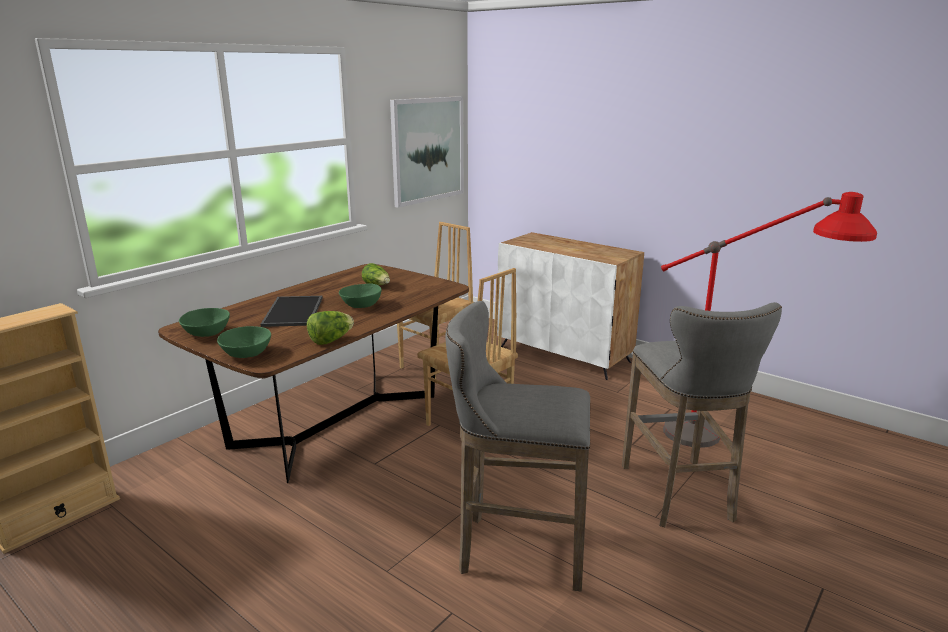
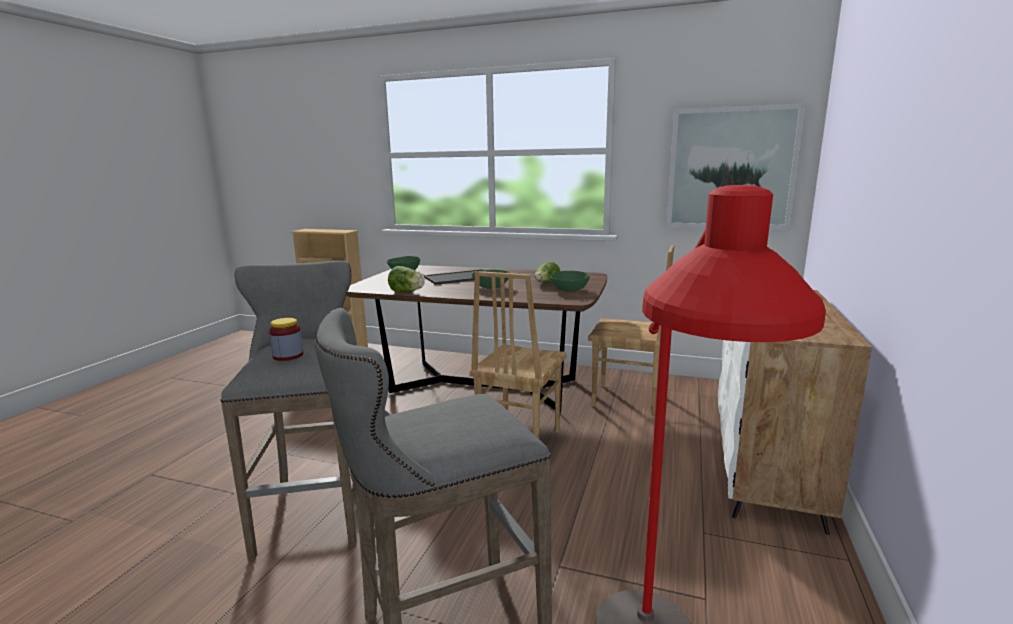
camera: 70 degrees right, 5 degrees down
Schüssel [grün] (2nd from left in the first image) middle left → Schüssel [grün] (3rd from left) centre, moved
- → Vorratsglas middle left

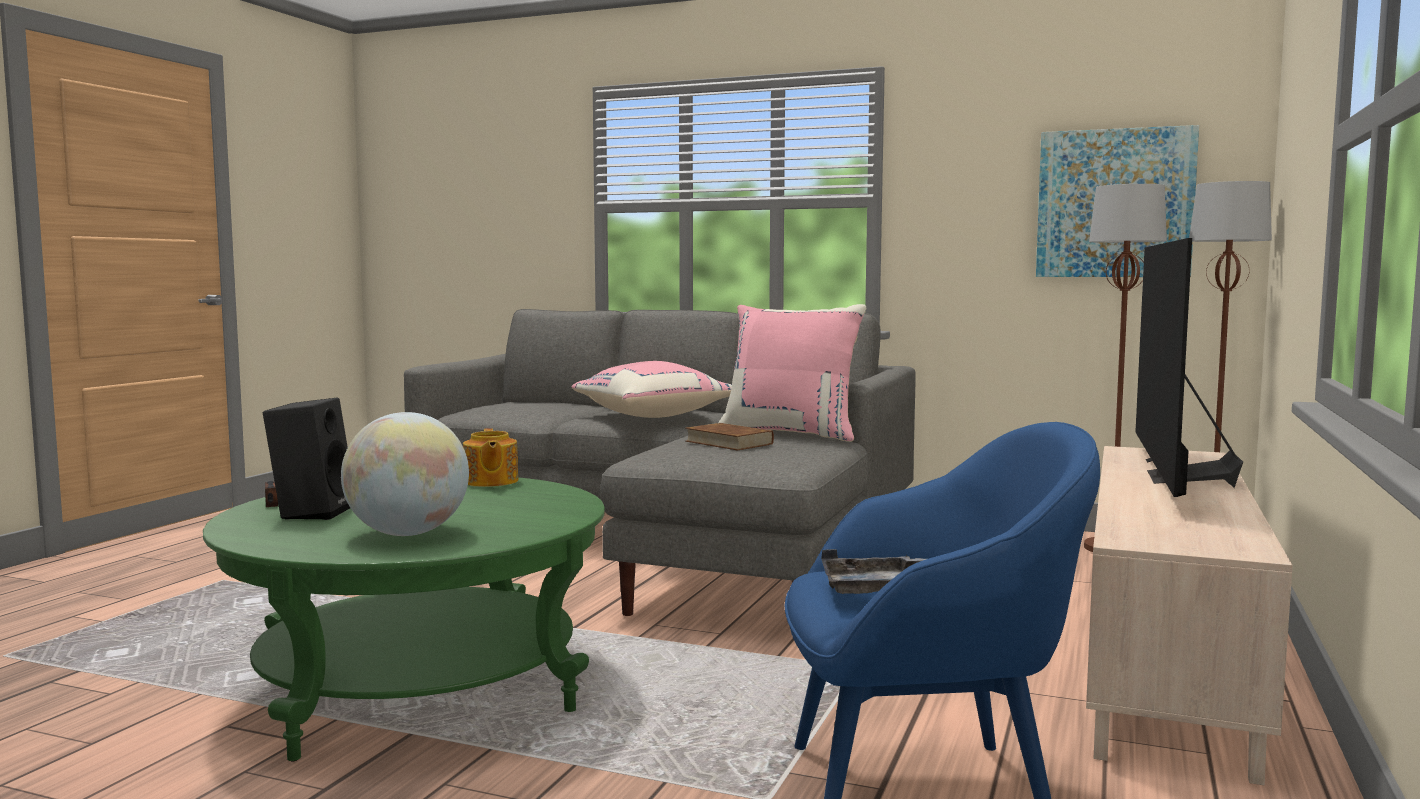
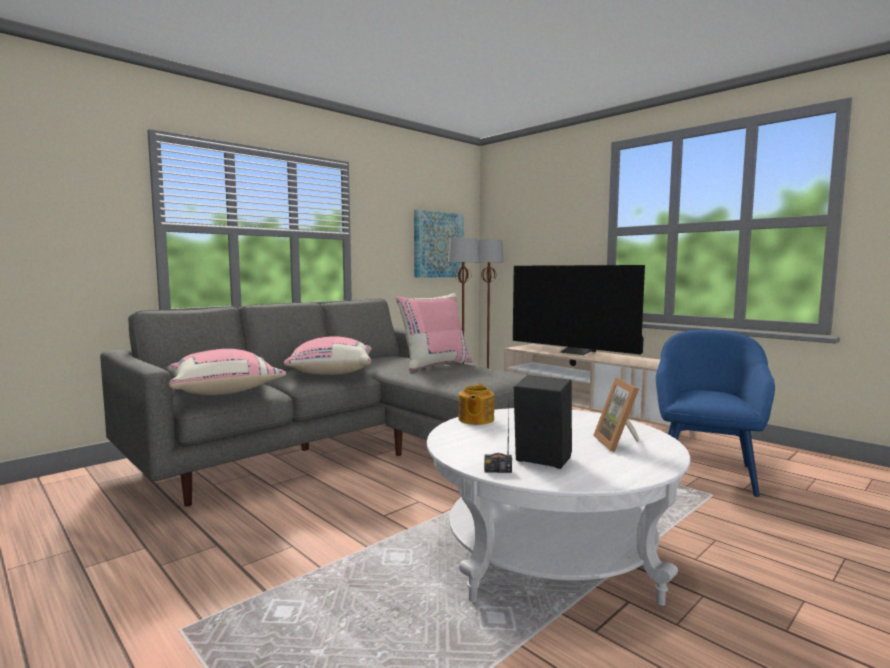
camera: 65 degrees left, 0 degrees up
Globus middle left → Bilderrahmen middle right
Buch [braun] centre → -
Teekanne centre, 90 degrees clockwise
Couchtisch [grün] bottom left → Couchtisch [weiß] bottom centre
Tablett [grau] bottom centre → -
- → Kissen [rosa] (1st from left) middle left

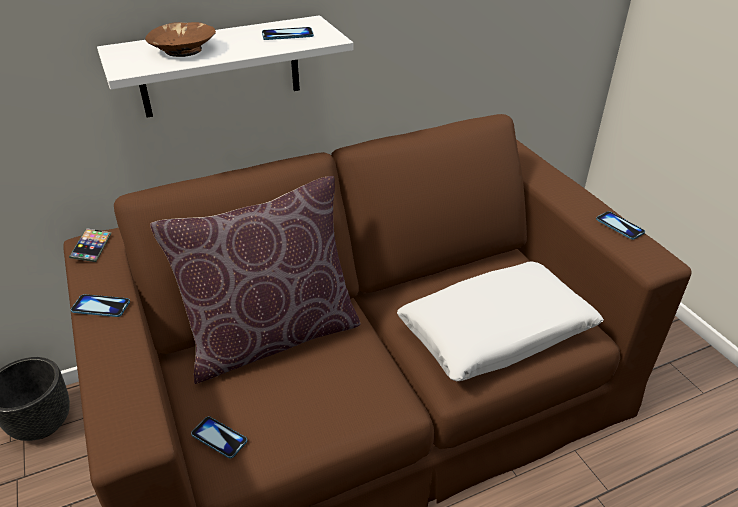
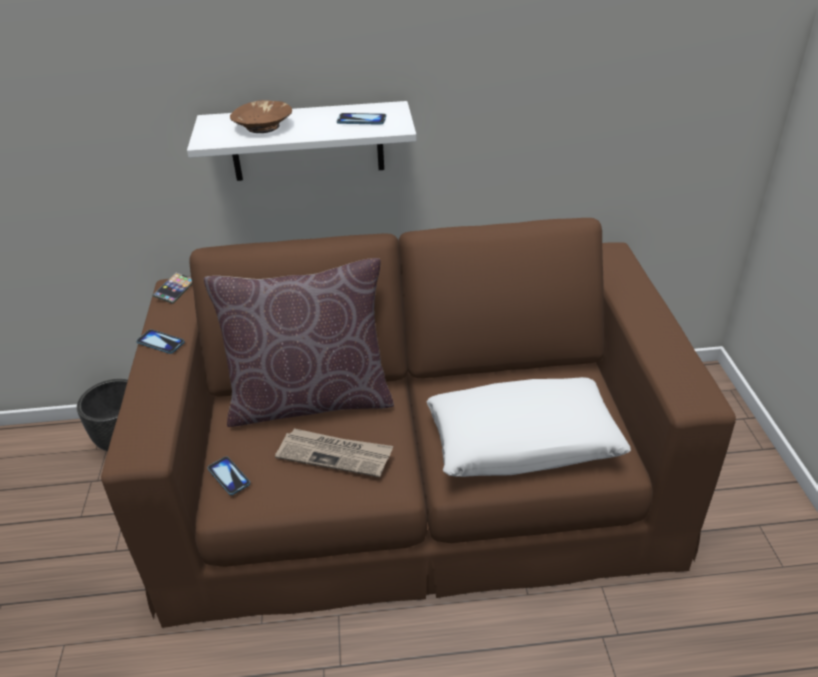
camera: 20 degrees right, 0 degrees up
Handy (5th from left) middle right → -
- → Zeitung bottom centre

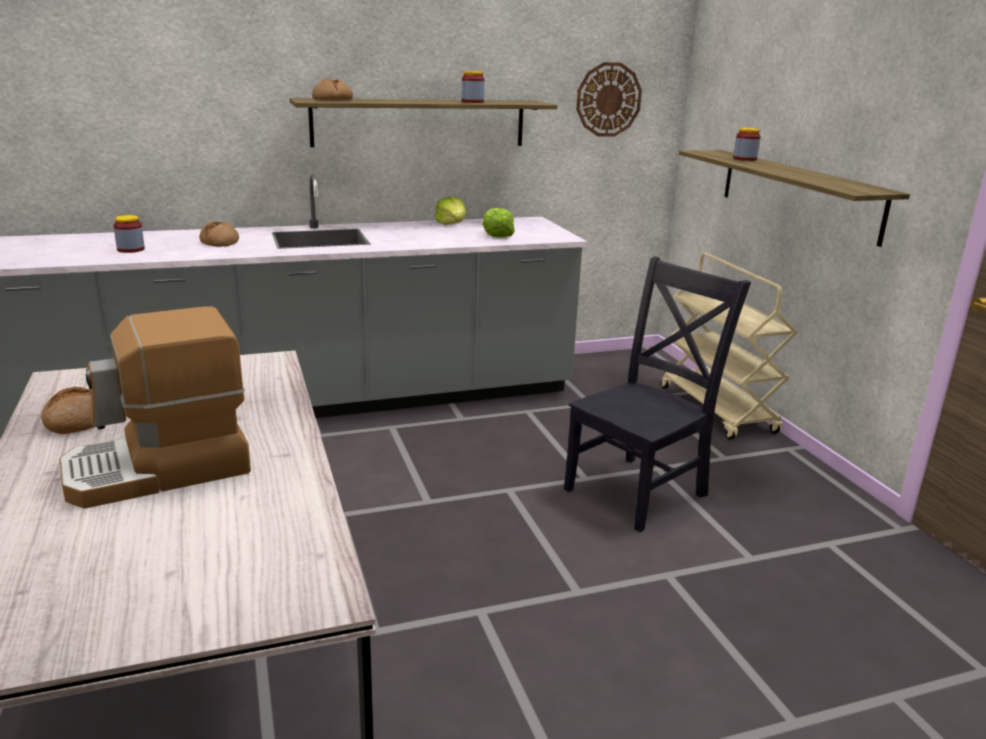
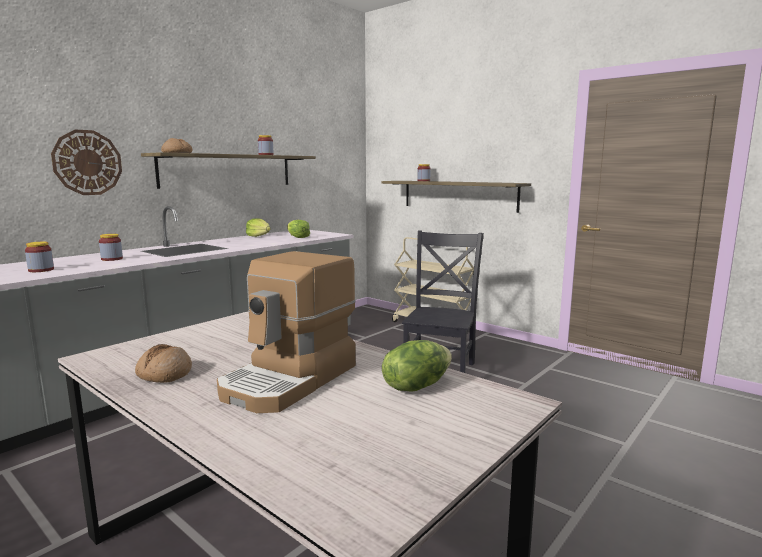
camera: 30 degrees left, 10 degrees down
Wanduhr top centre → Wanduhr top left, moved
Brot (2nd from left) top left → Vorratsglas (2nd from left) middle left
- → Salatkopf (3rd from left) centre

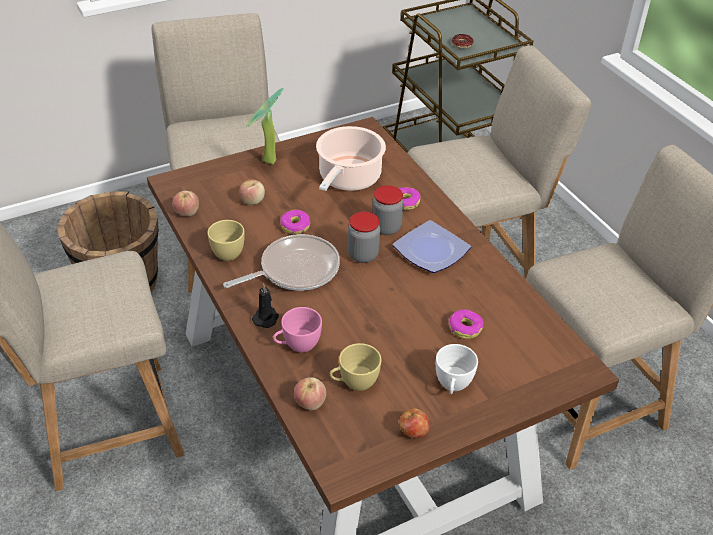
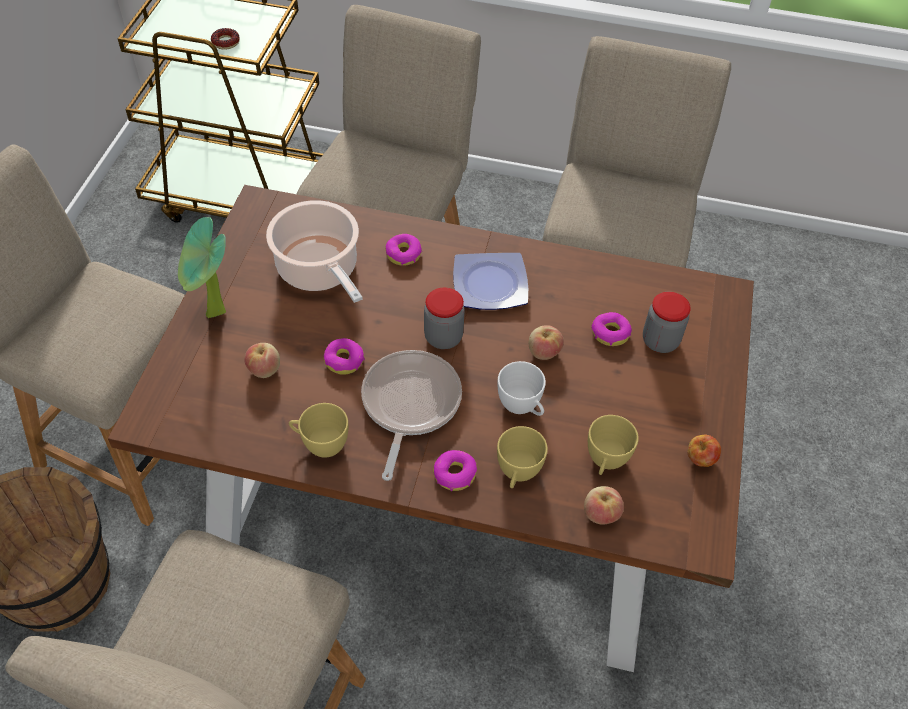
camera: 50 degrees left, 10 degrees up
Vorratsglas (2nd from left) centre → Vorratsglas (2nd from left) middle right, moved
Apfel (1st from left in the first image) middle left → Apfel (2nd from left) centre, moved
Kerze [schwarz] centre → Donut (4th from left) centre
Tasse [rosa] centre → Tasse [gelb] (2nd from left) centre
Tasse [weiß] bottom centre → Tasse [weiß] centre, moved

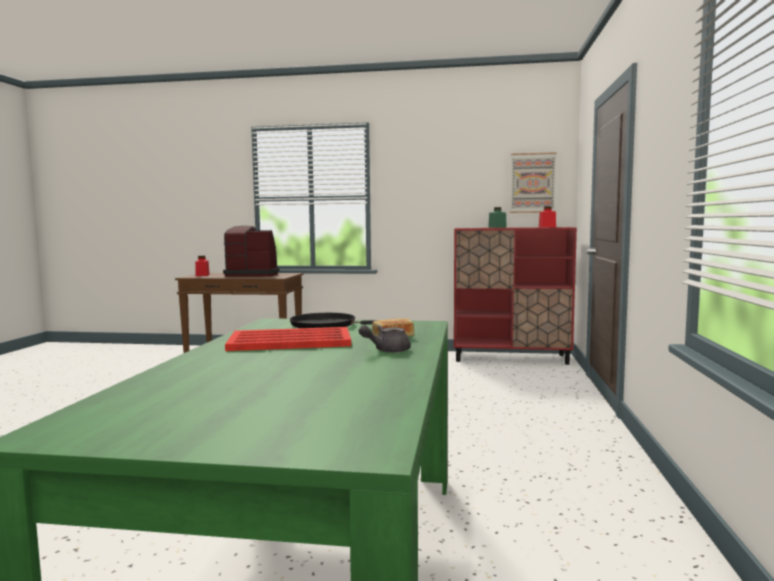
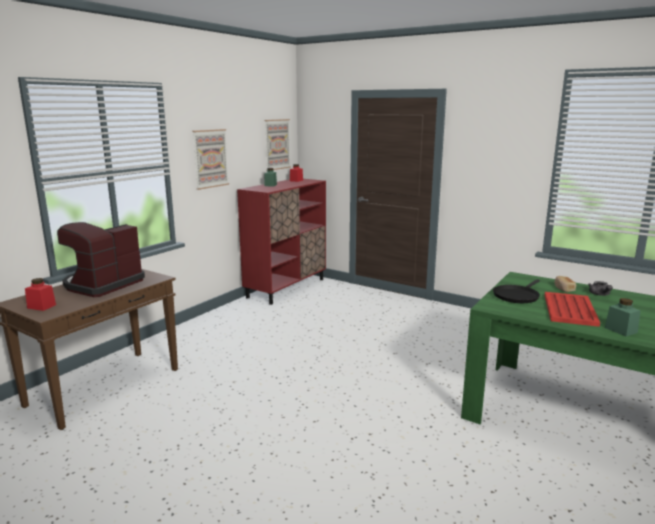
camera: 65 degrees left, 10 degrees up
- → Bild (1st from left) top left
- → Vorratsglas [grün] (2nd from left) middle right

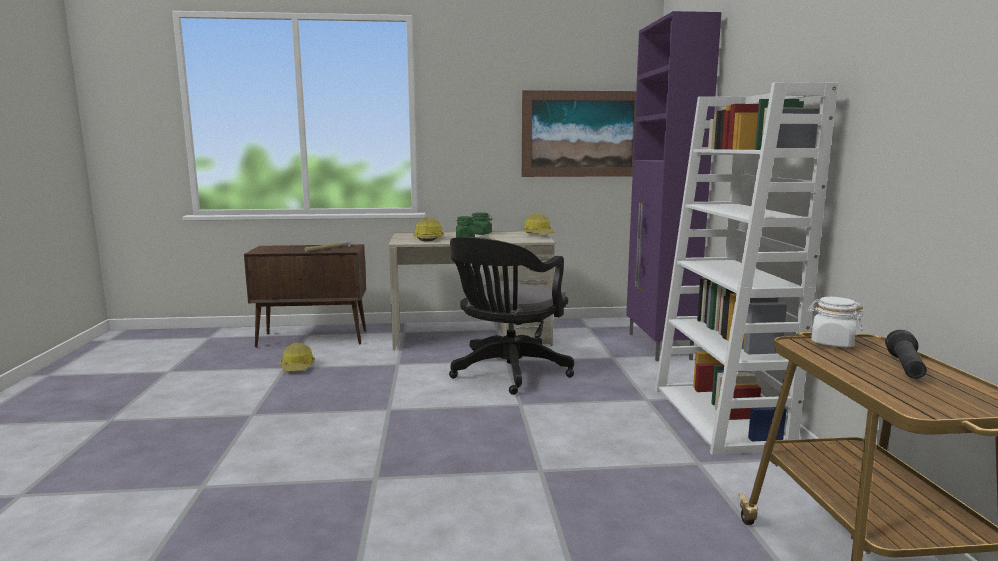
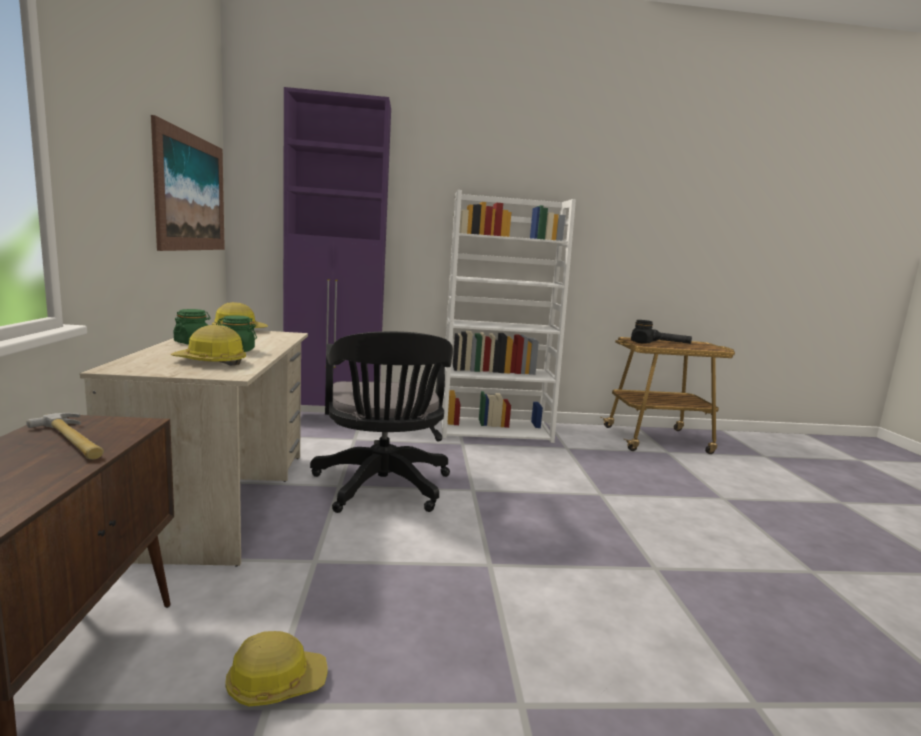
camera: 90 degrees left, 0 degrees up
Bürostuhl [schwarz] centre, 45 degrees clockwise
Vorratsglas [weiß] middle right → Vorratsglas [schwarz] middle right

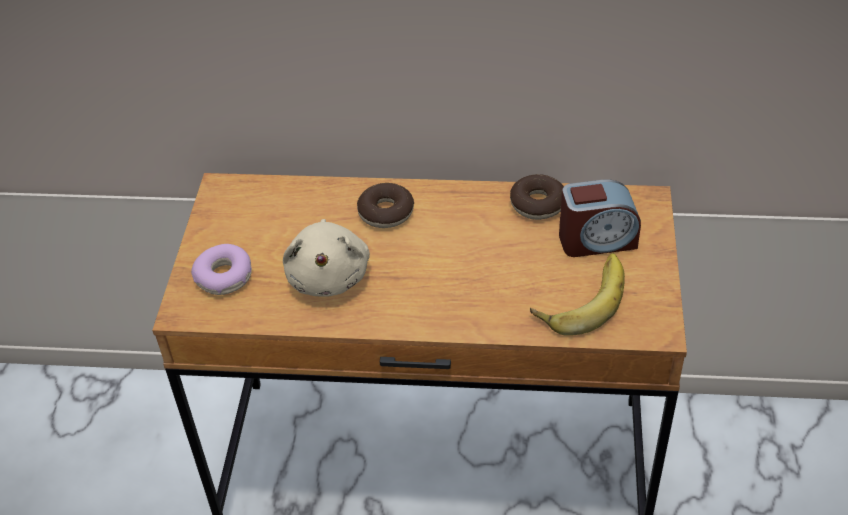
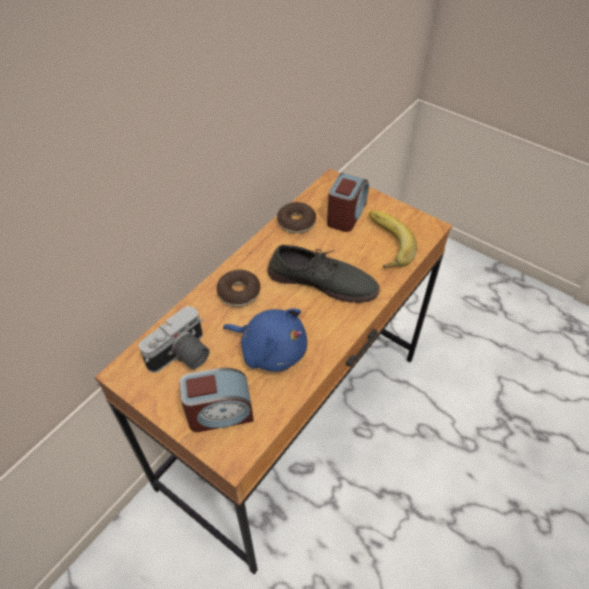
camera: 60 degrees left, 5 degrees up
Plüschtier [beige] centre → Plüschtier [blau] centre
Donut (1st from left) middle left → Wecker (1st from left) bottom centre
- → Schuh [grau] centre
- → Kamera middle left

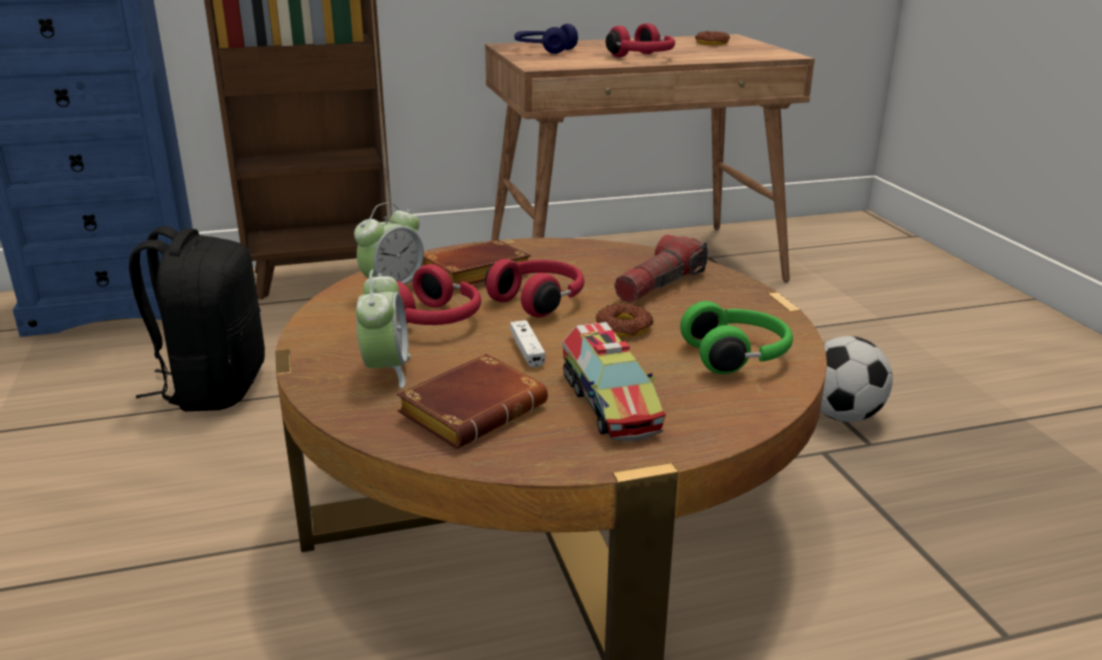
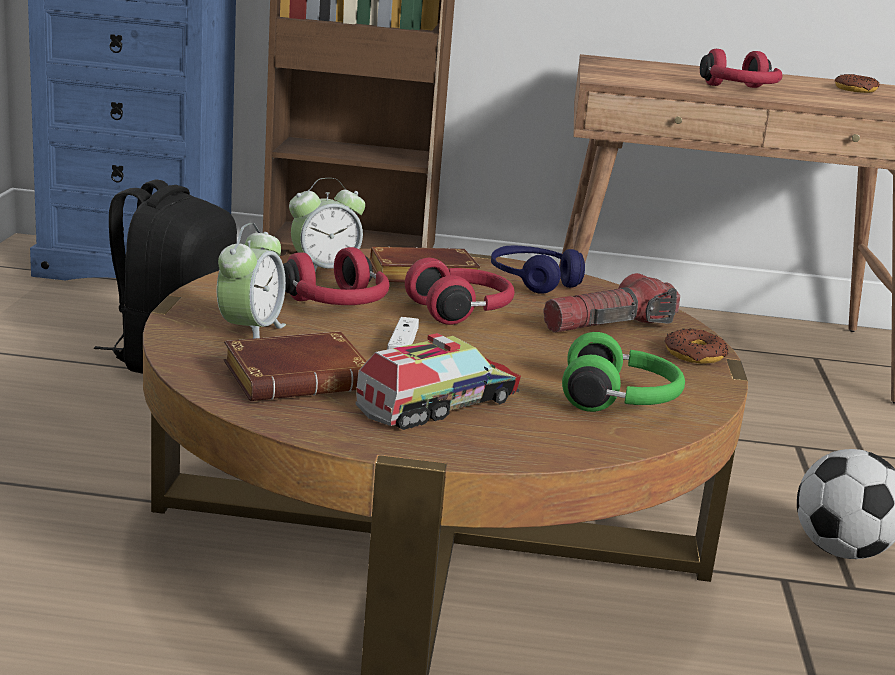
camera: 20 degrees right, 5 degrees down
Kopfhörer [blau] top centre → Kopfhörer [blau] centre, moved
Donut (1st from left) centre → Donut (1st from left) middle right, moved
Spielzeuglaster centre, 135 degrees counterclockwise

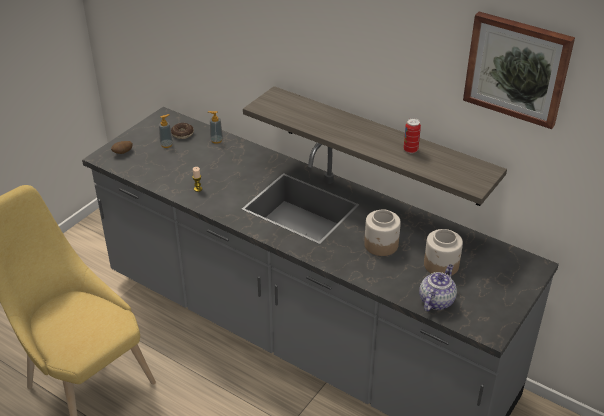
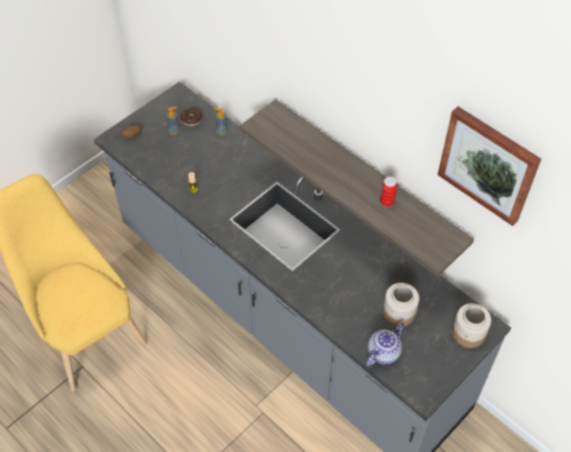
camera: 10 degrees right, 15 degrees up
Vorratsglas (1st from left in the first image) centre → Vorratsglas (2nd from left) bottom right, moved

